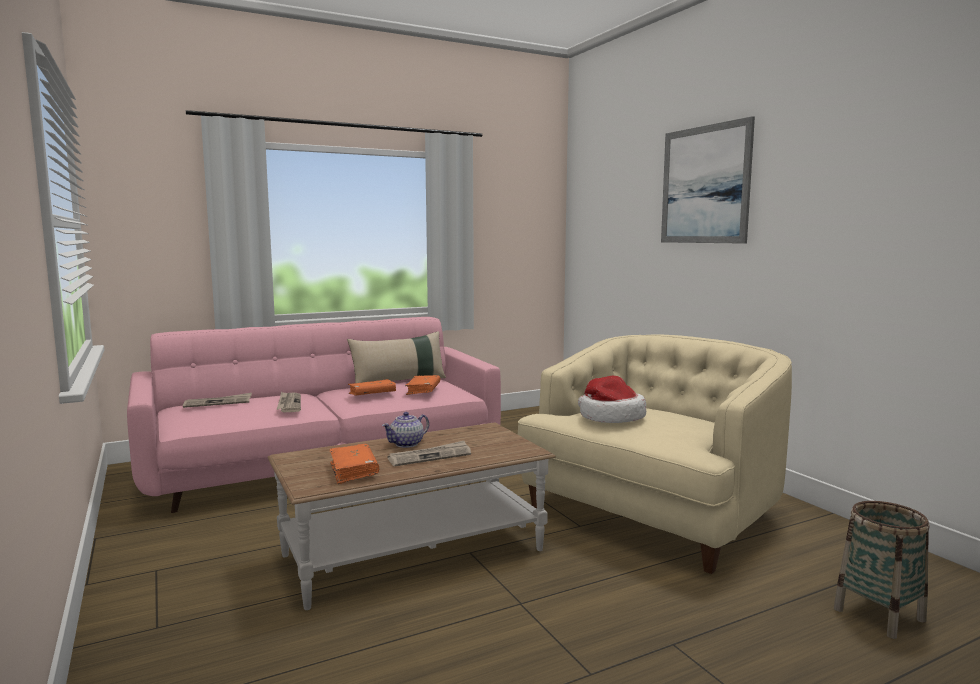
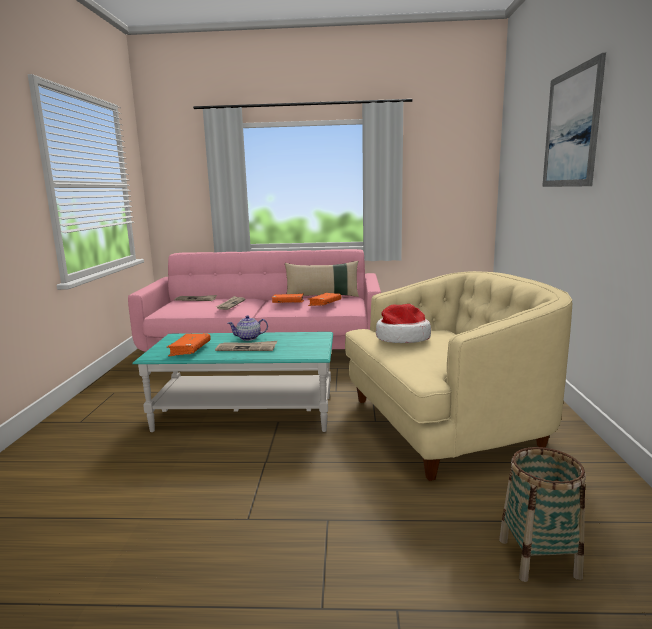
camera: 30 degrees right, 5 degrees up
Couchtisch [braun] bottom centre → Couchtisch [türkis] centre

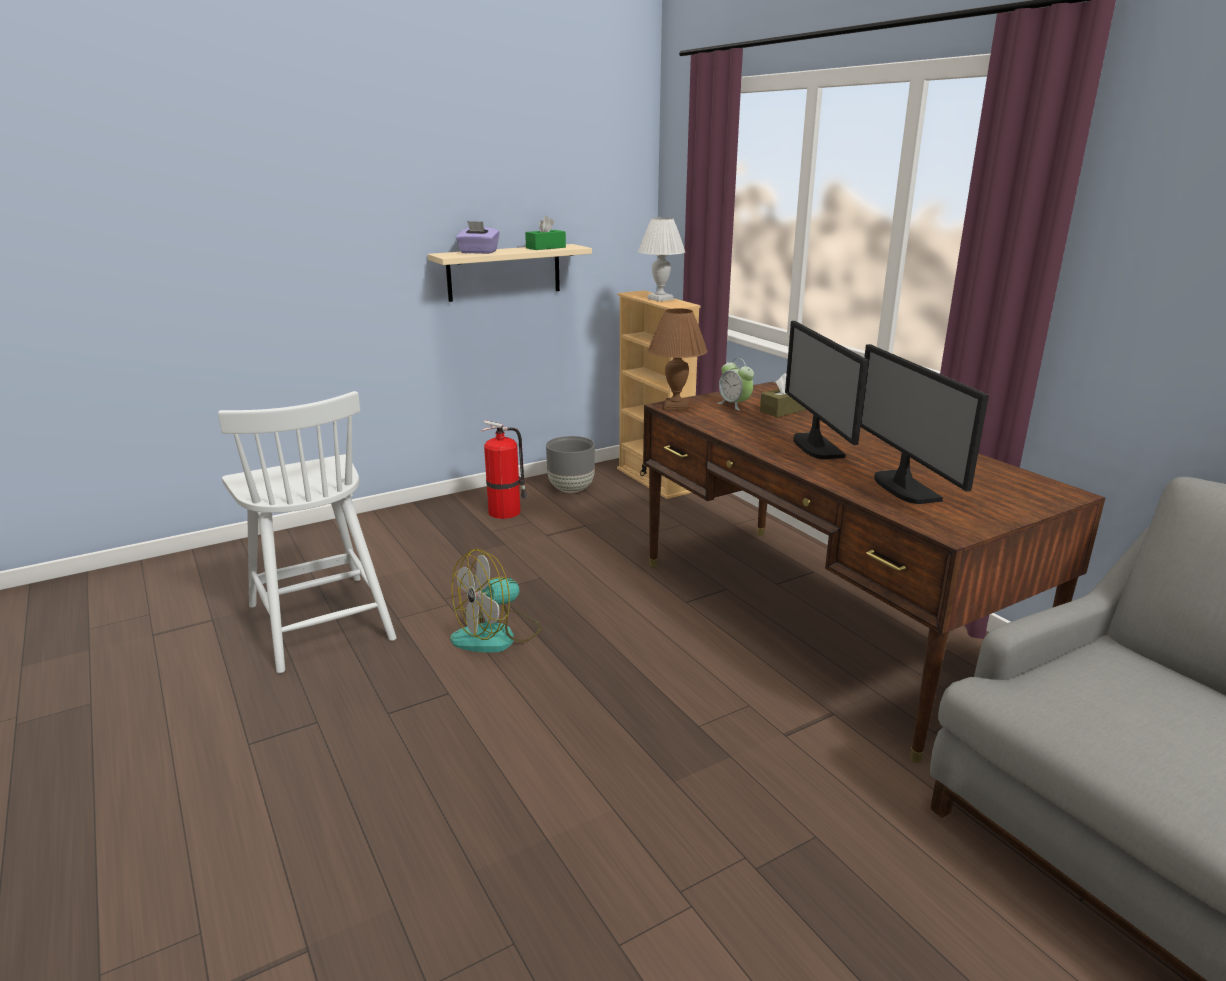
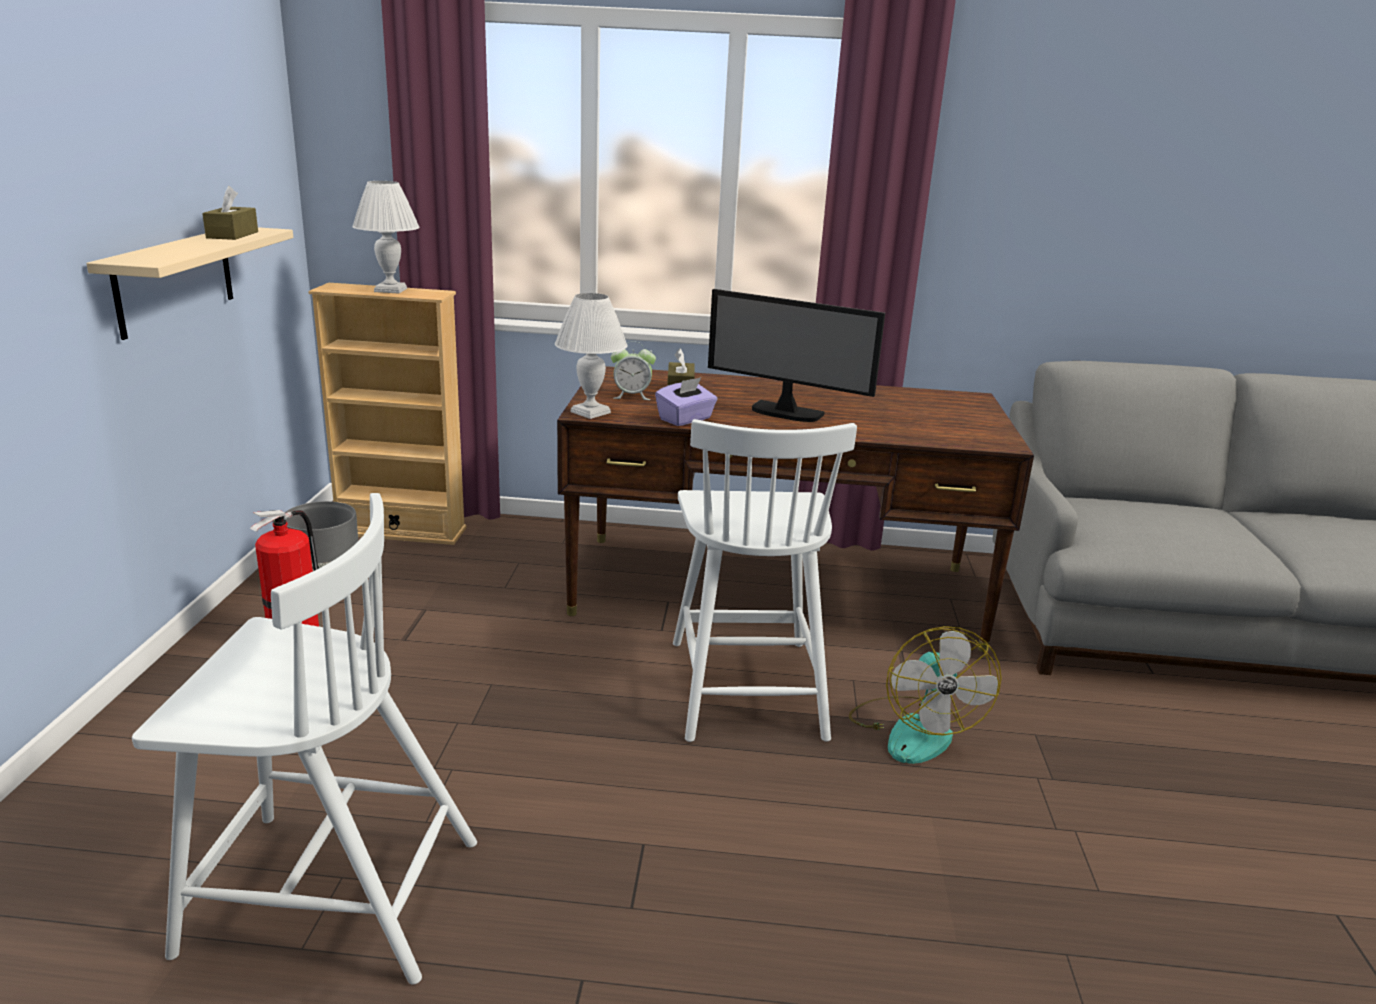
camera: 55 degrees left, 0 degrees up
Taschentuchbox [grün] top centre → Taschentuchbox [braun] (1st from left) top left
Taschentuchbox [lila] top centre → Taschentuchbox [lila] centre, moved
Tischlampe [braun] centre → Tischlampe [weiß] (2nd from left) centre
Monitor (2nd from left) middle right → -
Ventilator centre → Ventilator bottom right, moved
- → Stuhl [weiß] (2nd from left) centre

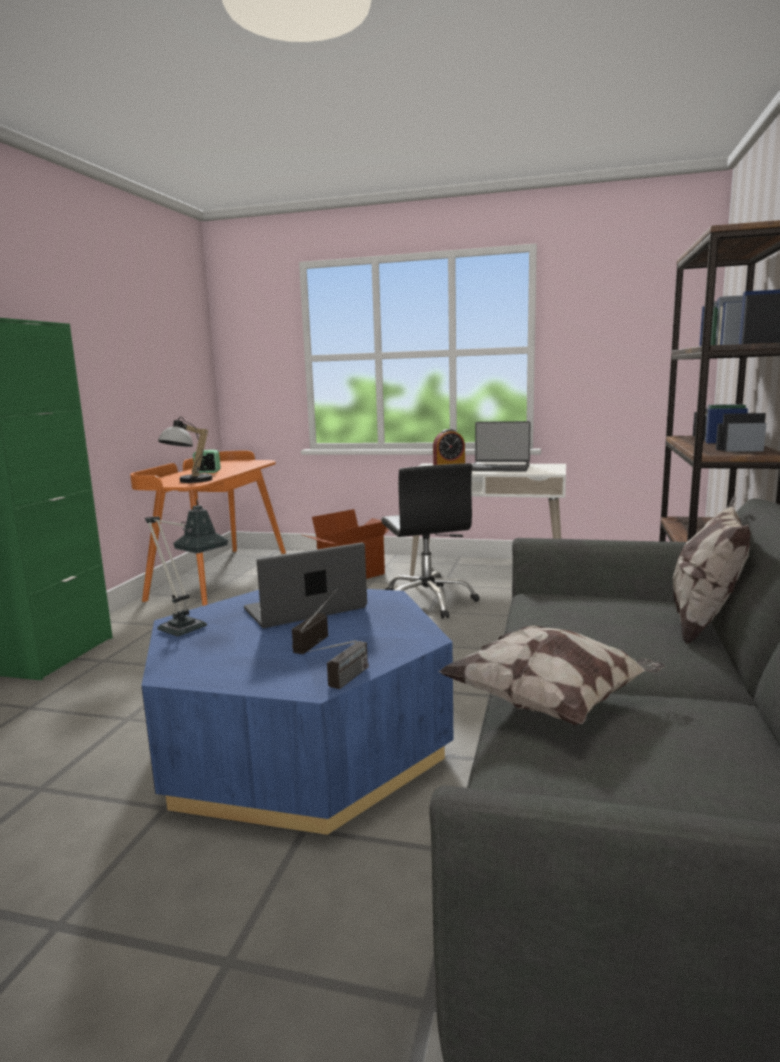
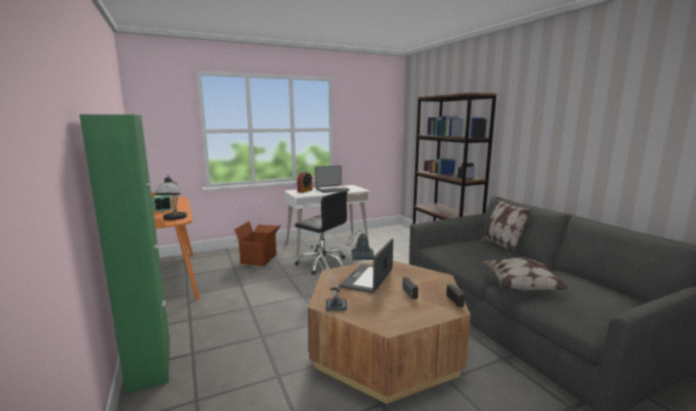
camera: 40 degrees left, 0 degrees up
Couchtisch [blau] bottom centre → Couchtisch [braun] bottom centre

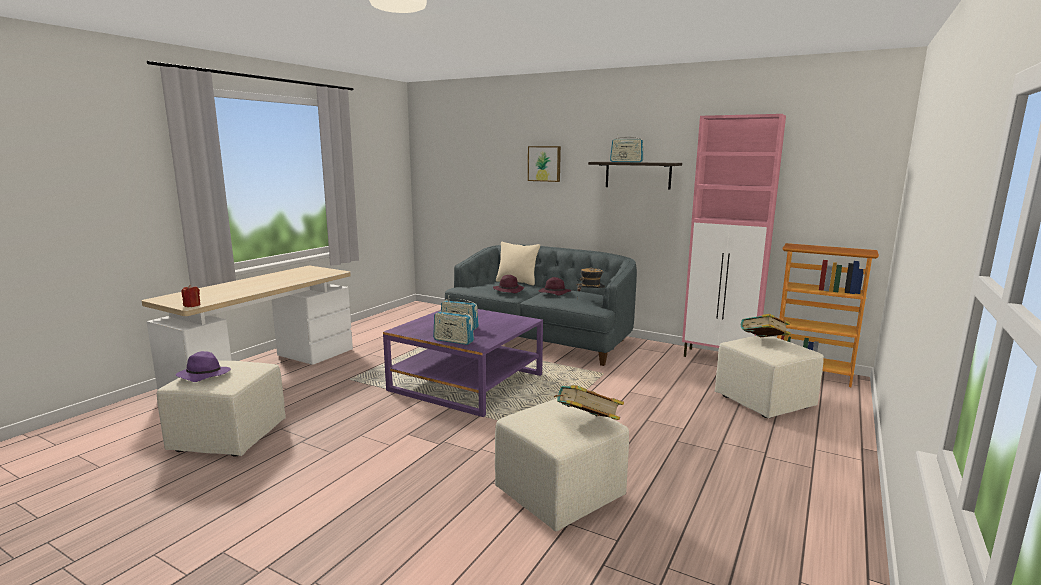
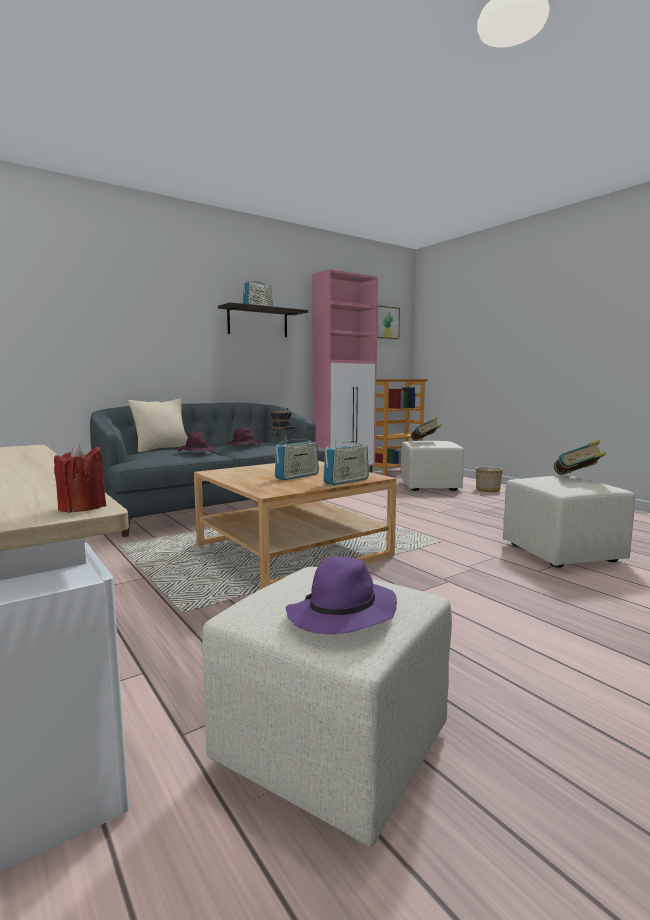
camera: 65 degrees left, 5 degrees down
Bild top centre → Bild centre, moved
Couchtisch [lila] centre → Couchtisch [beige] centre
- → Pflanzkübel middle right

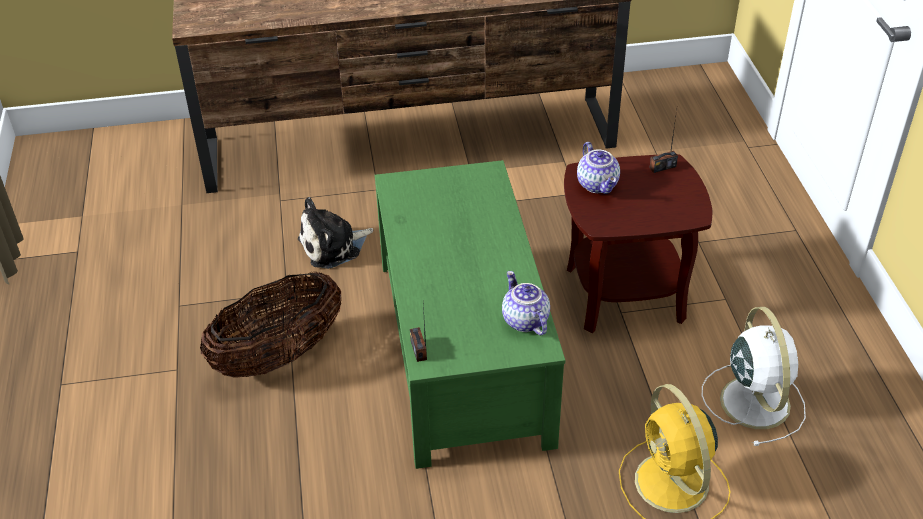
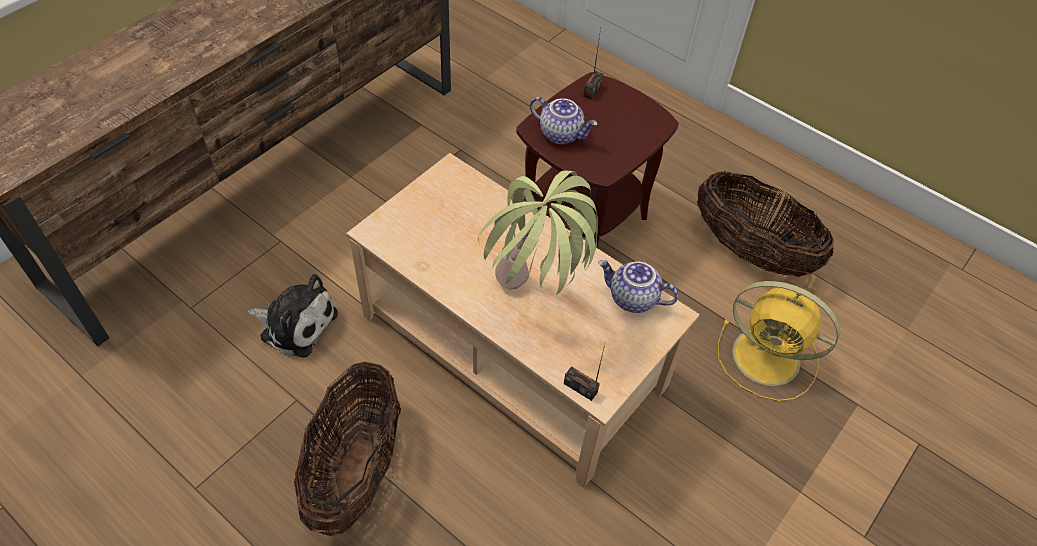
camera: 45 degrees left, 10 degrees up
Couchtisch [grün] centre → Couchtisch [beige] centre
Plüschtier centre → Plüschtier middle left, 90 degrees counterclockwise
Ventilator [weiß] bottom right → Korb (2nd from left) middle right
- → Topfpflanze centre

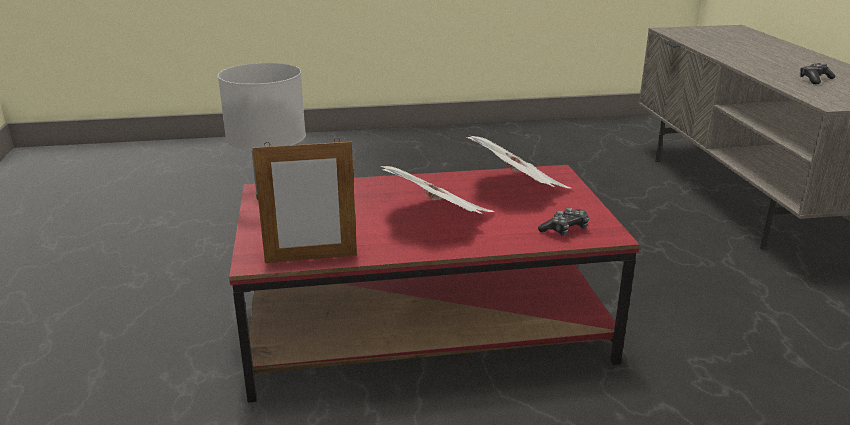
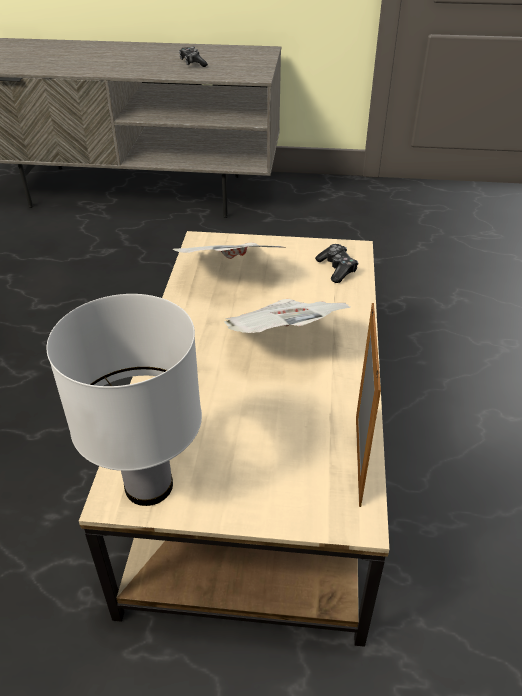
camera: 75 degrees left, 15 degrees up
Couchtisch [rot] bottom centre → Couchtisch [beige] centre

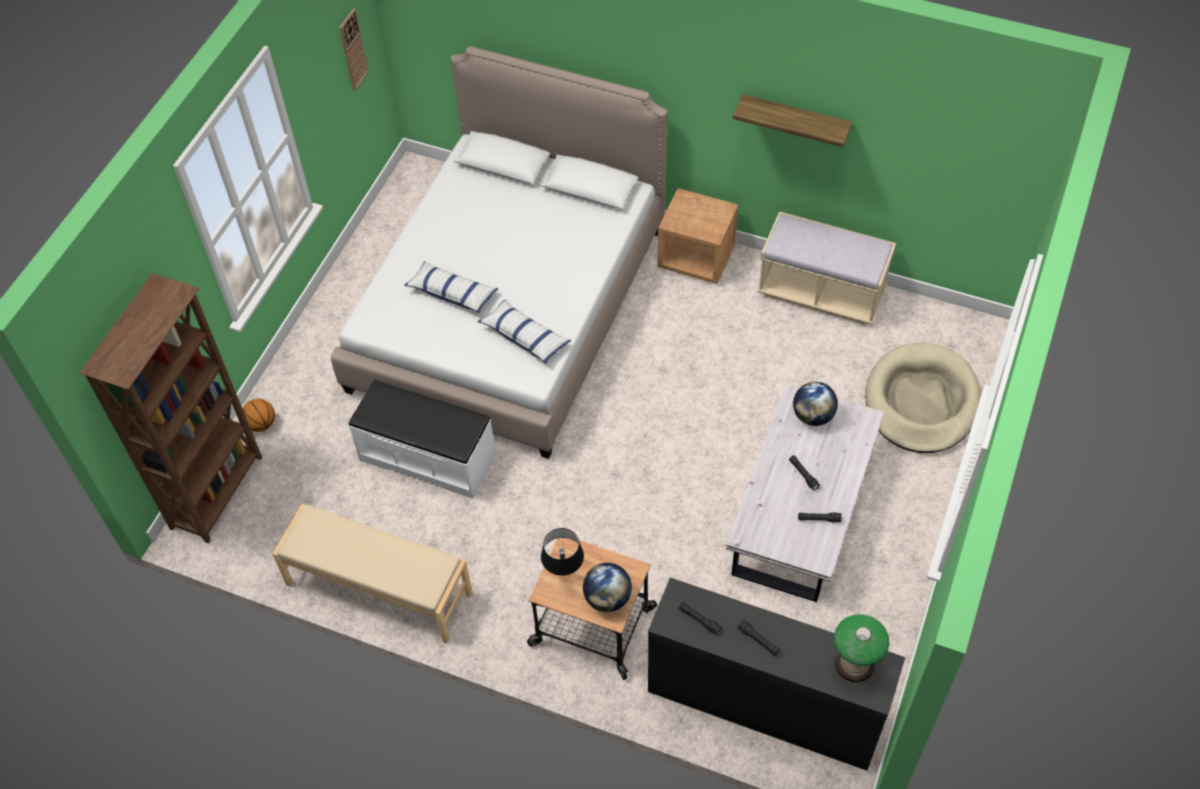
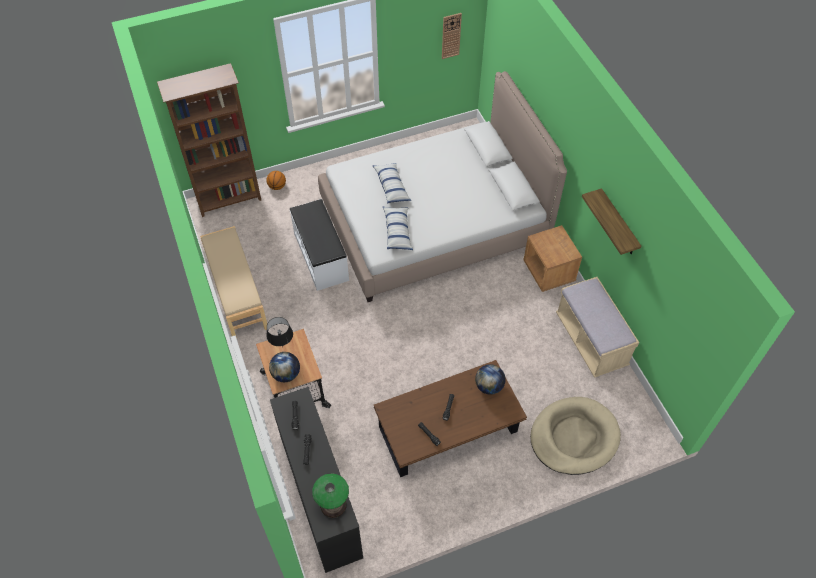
camera: 45 degrees right, 0 degrees up
Couchtisch [weiß] middle right → Couchtisch [braun] bottom centre

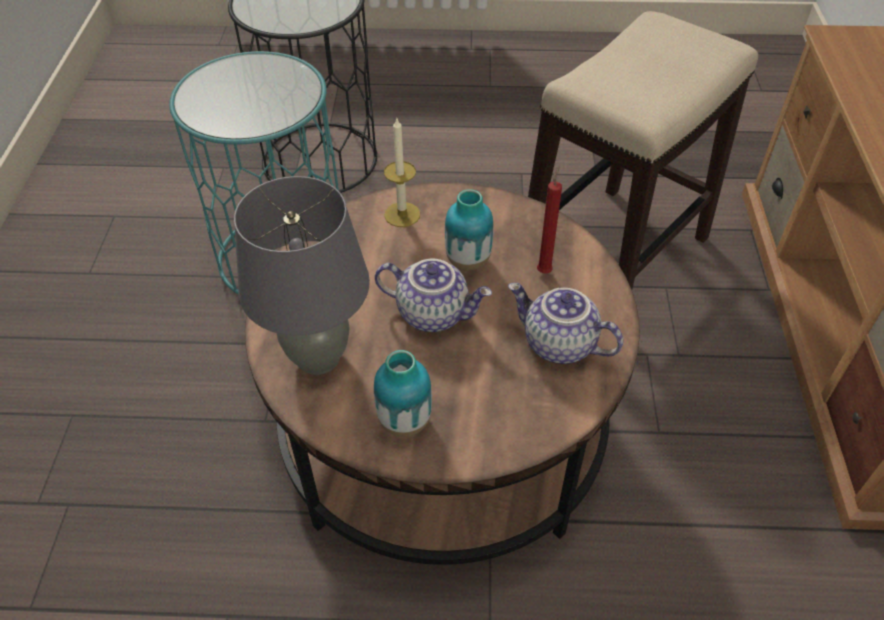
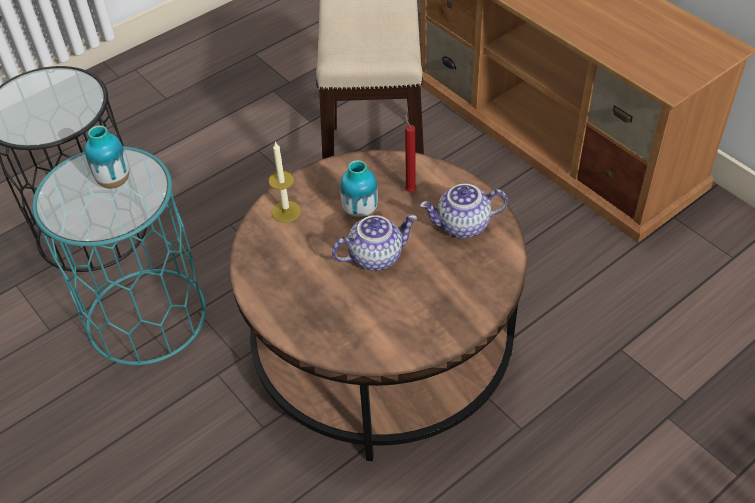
camera: 40 degrees left, 0 degrees up
Tischlampe [grau] centre → -
Vase (1st from left) centre → Vase (1st from left) top left, moved

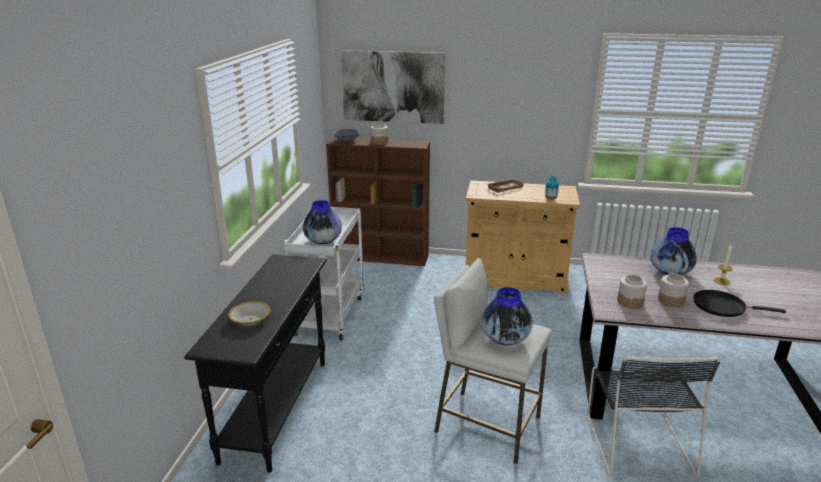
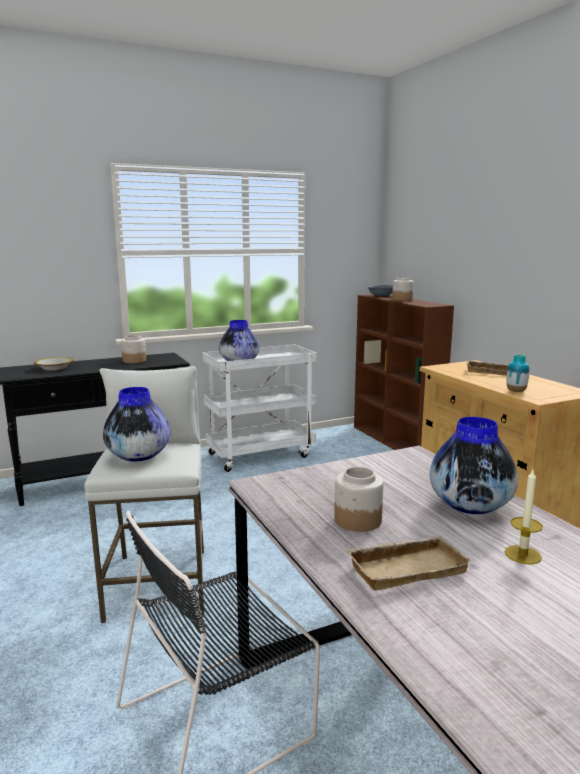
camera: 55 degrees right, 10 degrees down
Bild top centre → -
Vorratsglas (2nd from left in the first image) middle right → Vorratsglas (1st from left) middle left, moved
Pfanne [schwarz] middle right → Tablett [beige] (1st from left) bottom right

